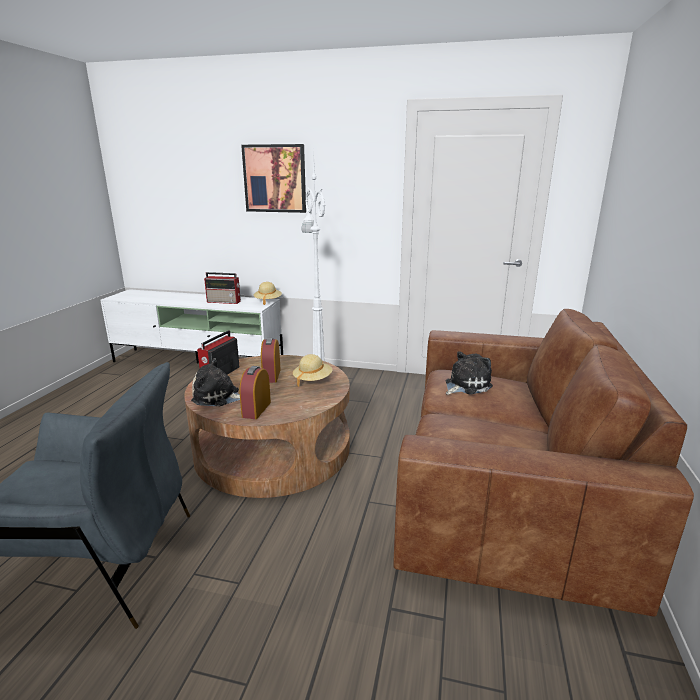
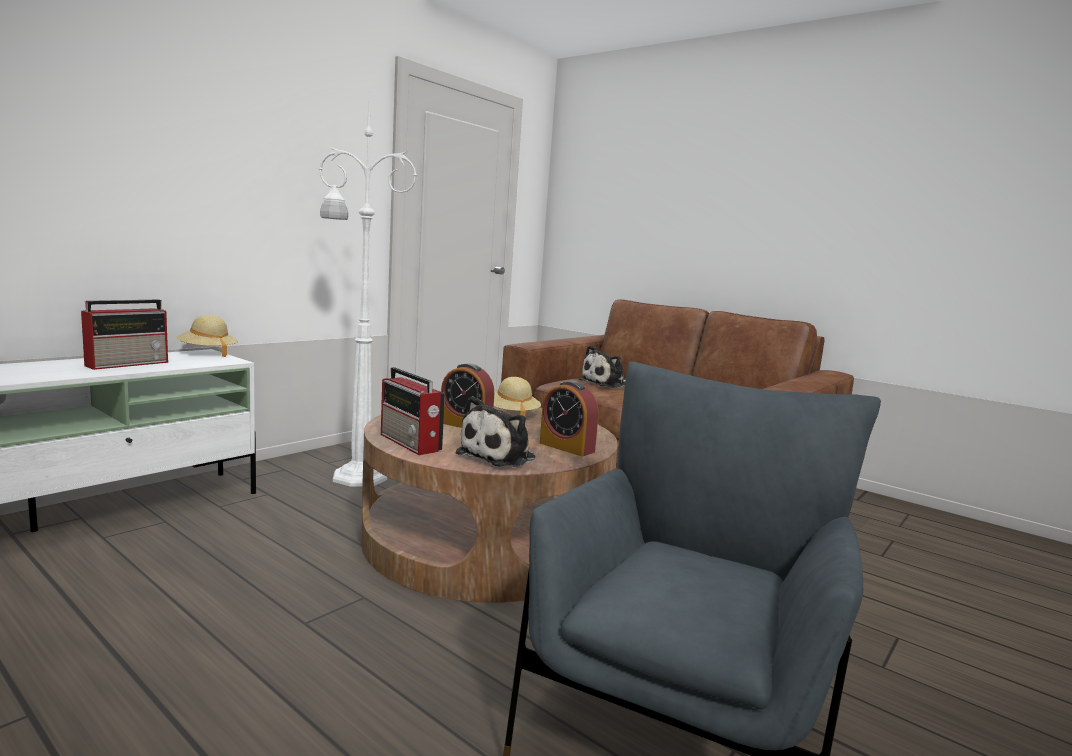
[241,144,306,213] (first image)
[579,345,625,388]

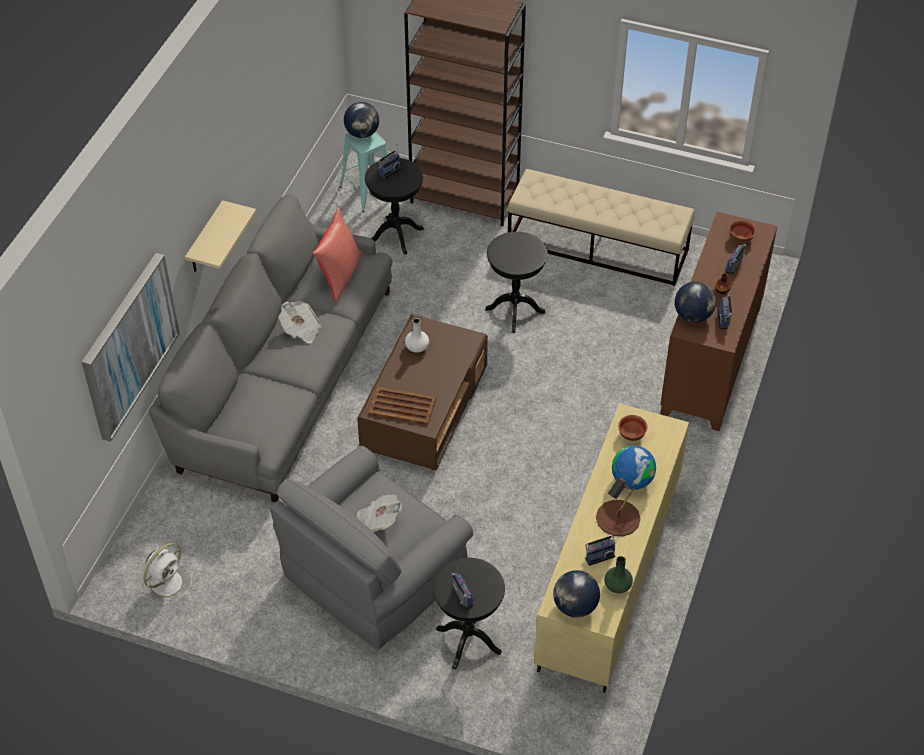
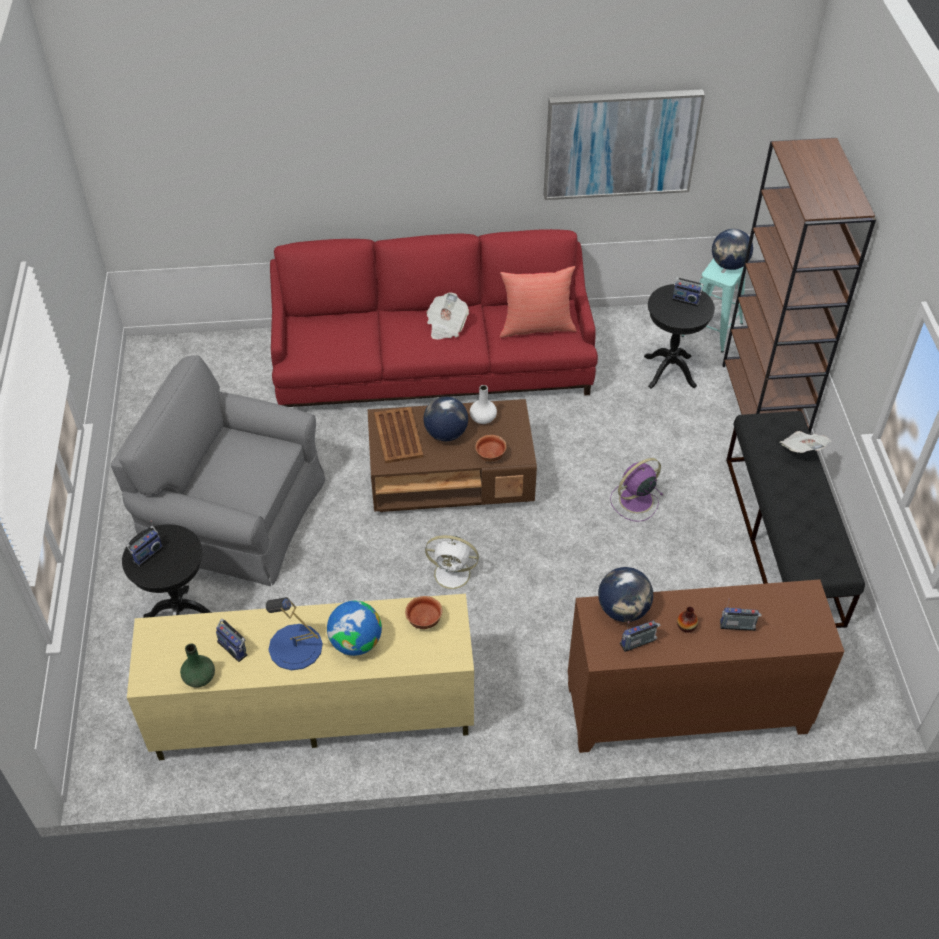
[544,89,705,200]
[425,535,480,595]
[270,229,598,407]
[185,200,256,272] (first image)
[780,431,831,453]
[610,458,663,522]
[726,411,865,628]
[423,396,468,441]
[266,597,323,670]
[475,435,507,462]

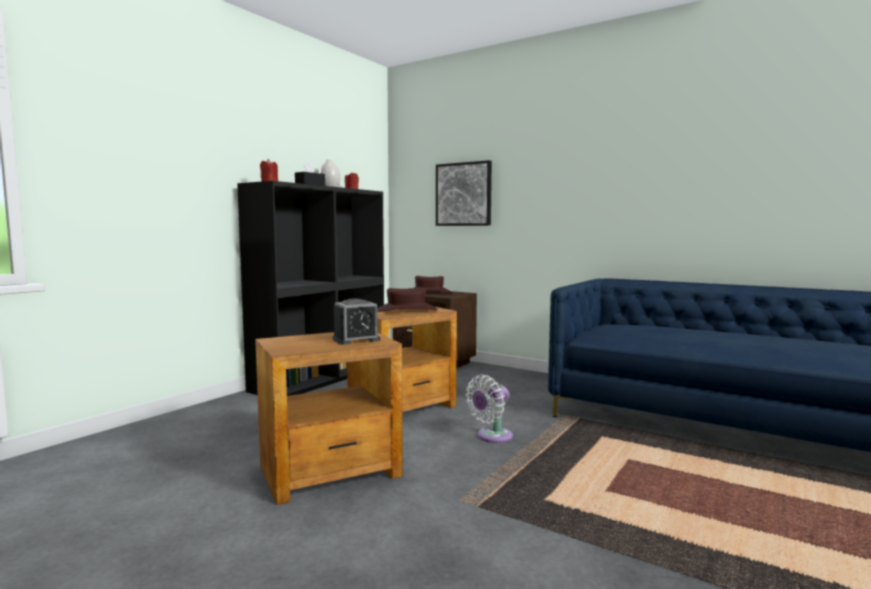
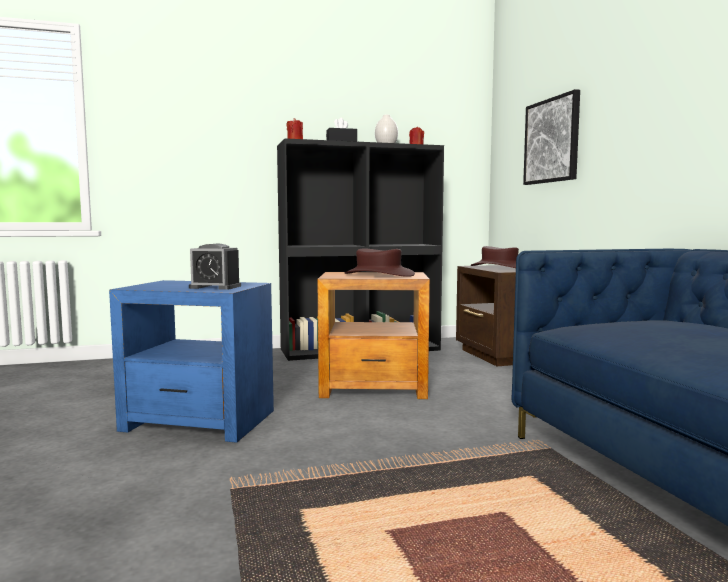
[109,280,274,443]
[466,375,513,443] (first image)

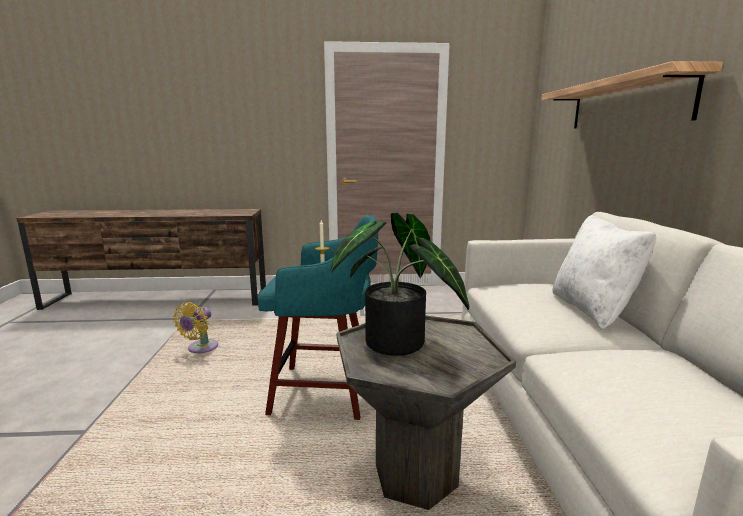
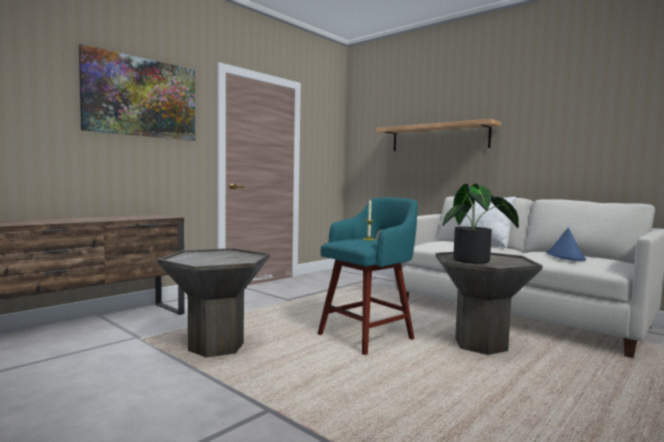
[158,248,270,358]
[79,44,195,141]
[547,227,586,261]

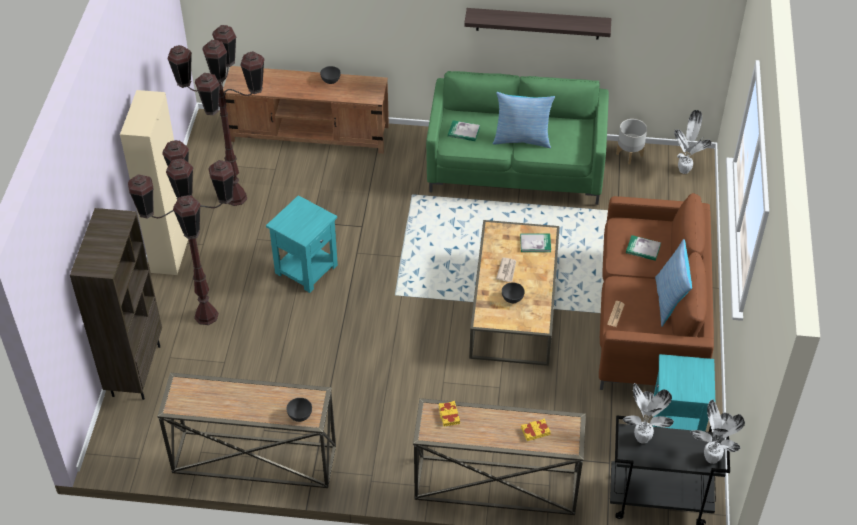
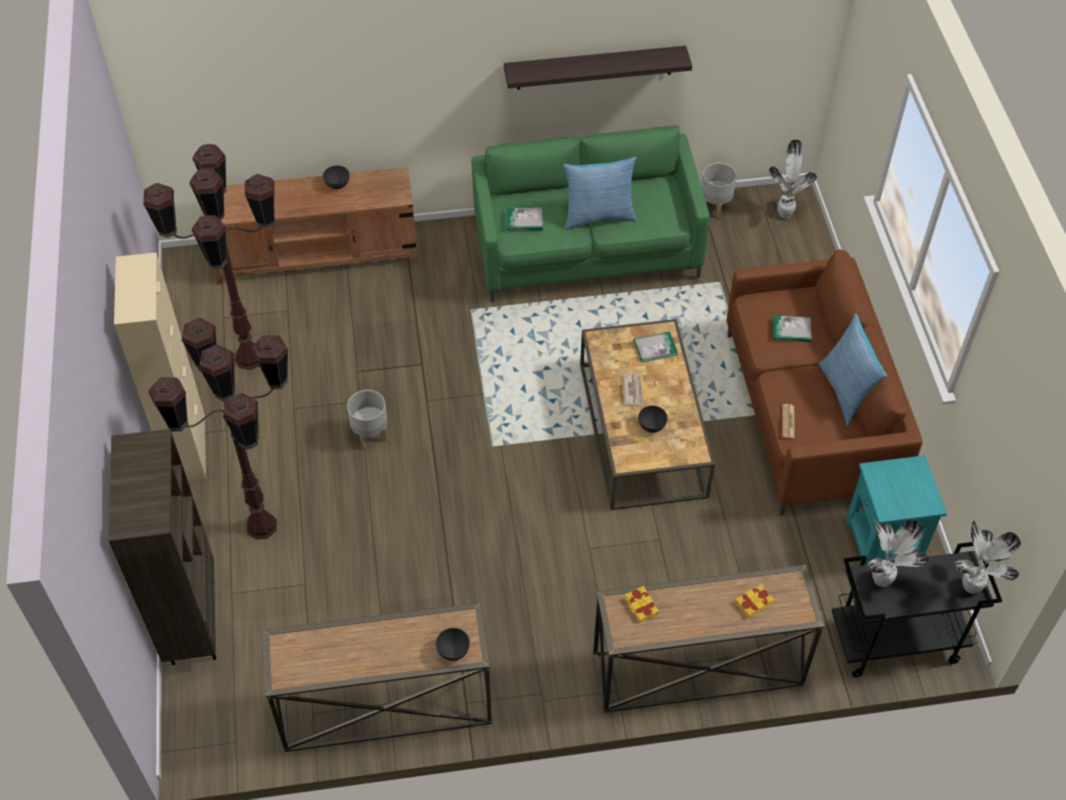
[347,390,388,450]

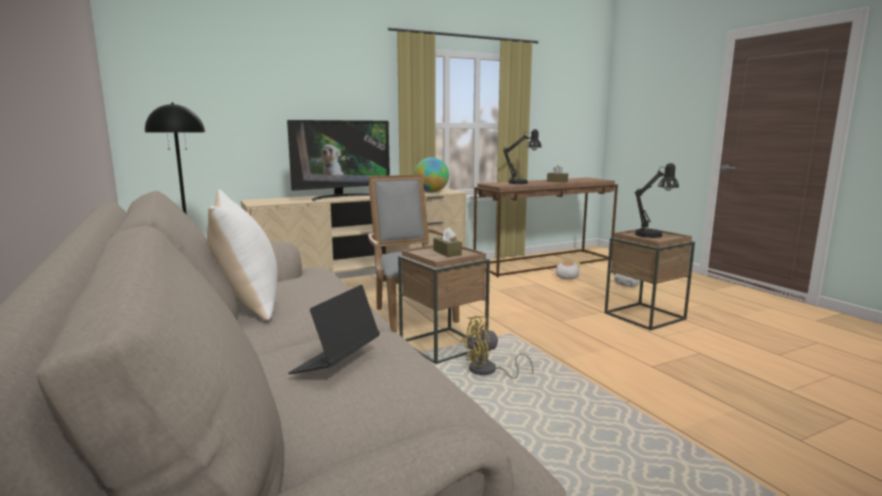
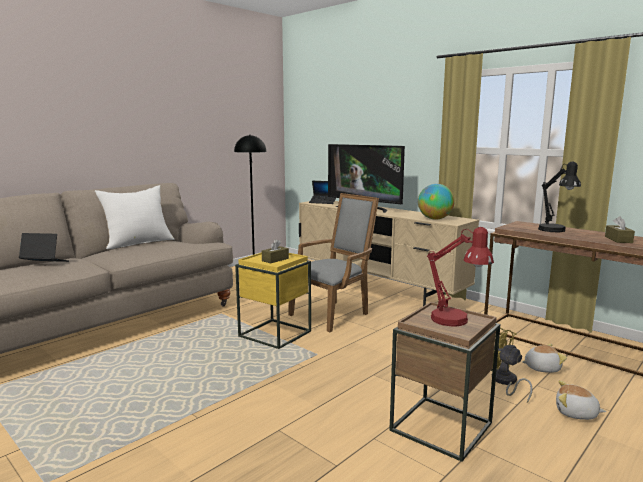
[235,252,311,349]
[492,328,532,403]
[427,227,494,327]
[309,181,336,204]

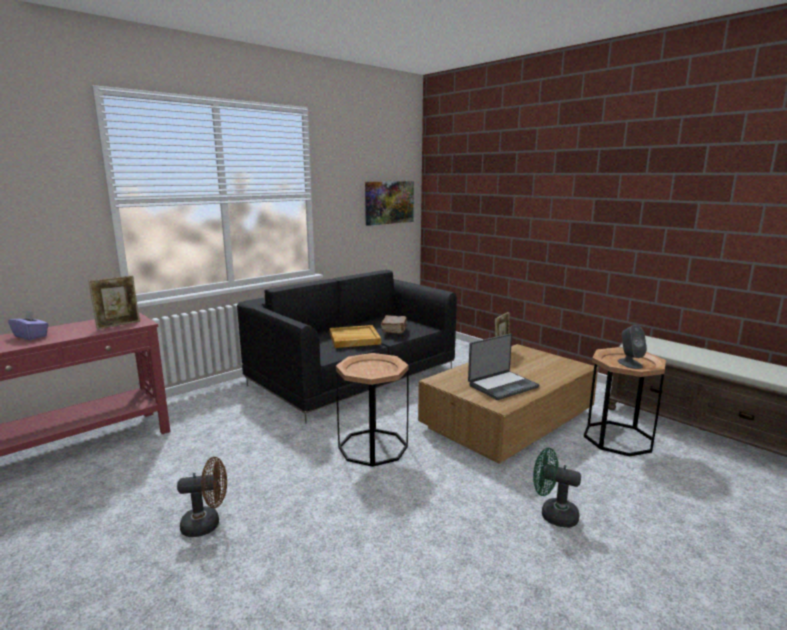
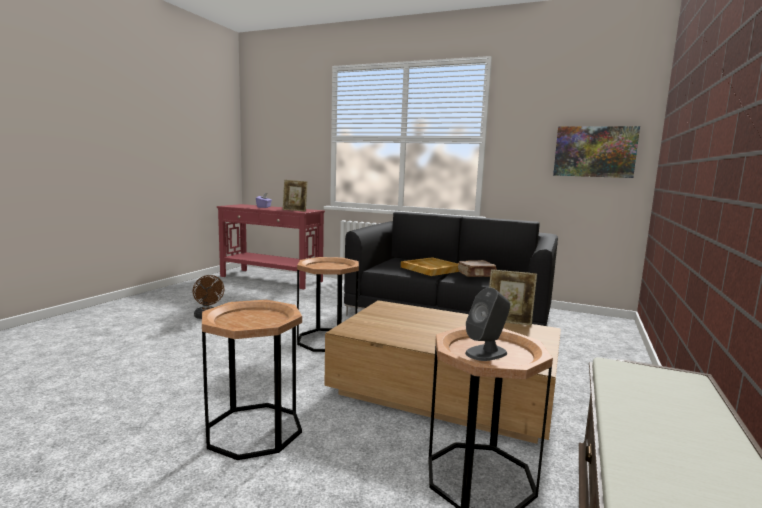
[468,334,539,400] (first image)
[202,300,302,460]

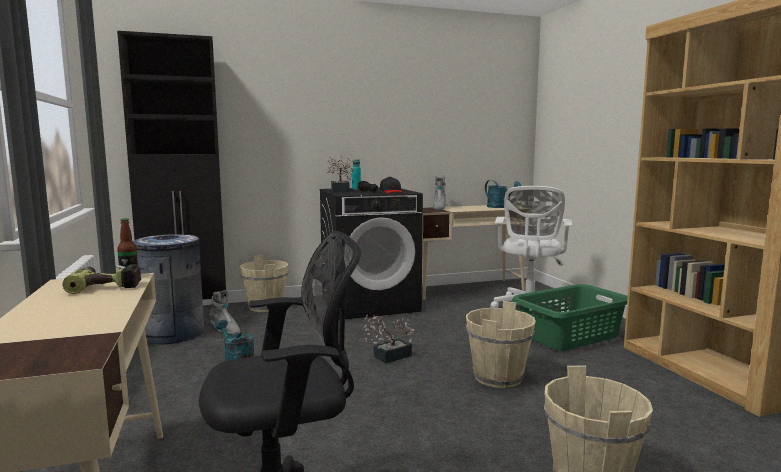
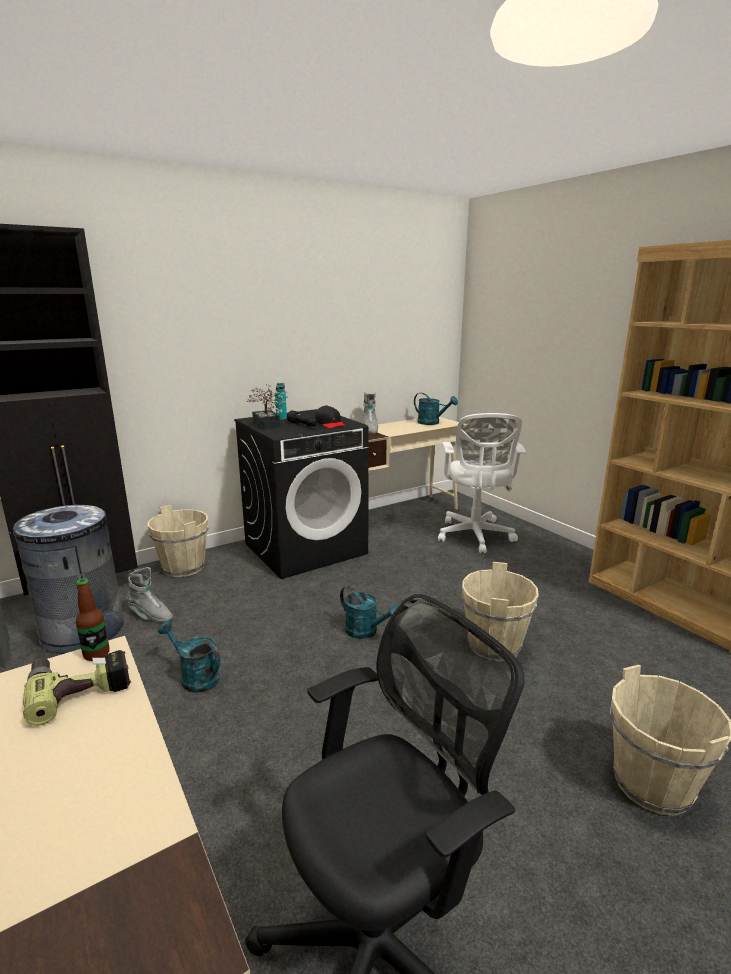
[340,586,399,639]
[512,284,628,351] (first image)

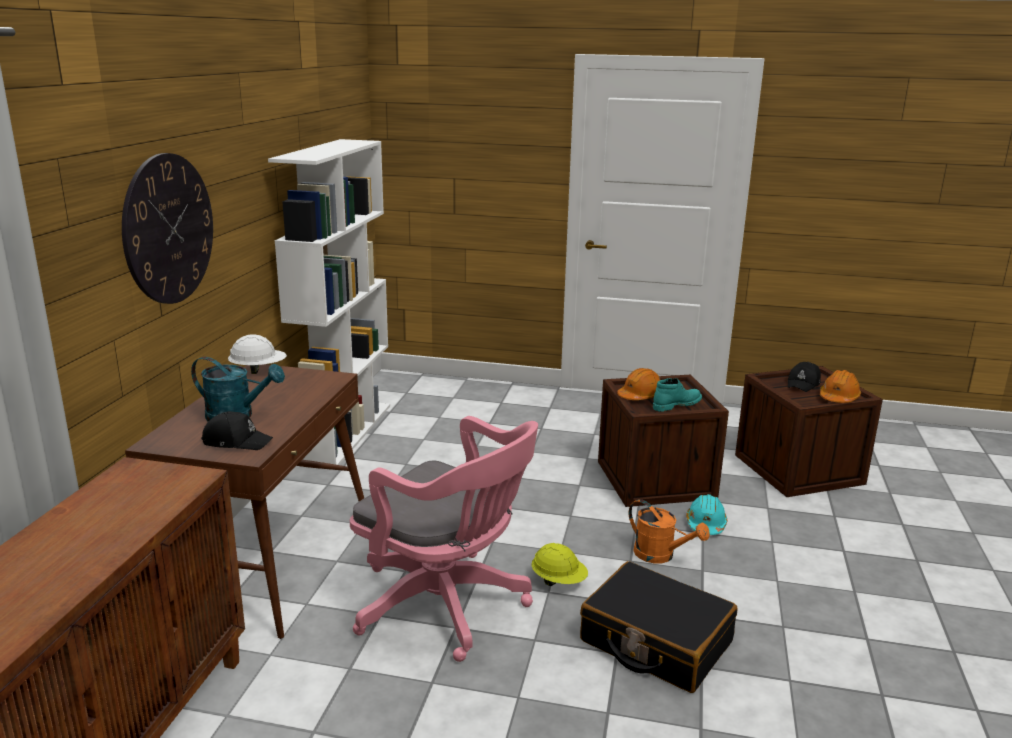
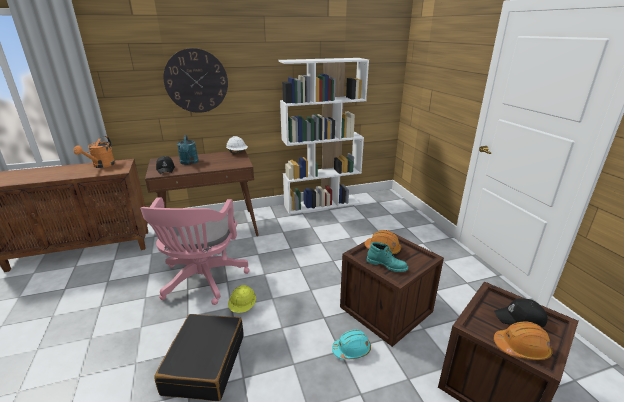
[73,136,115,168]

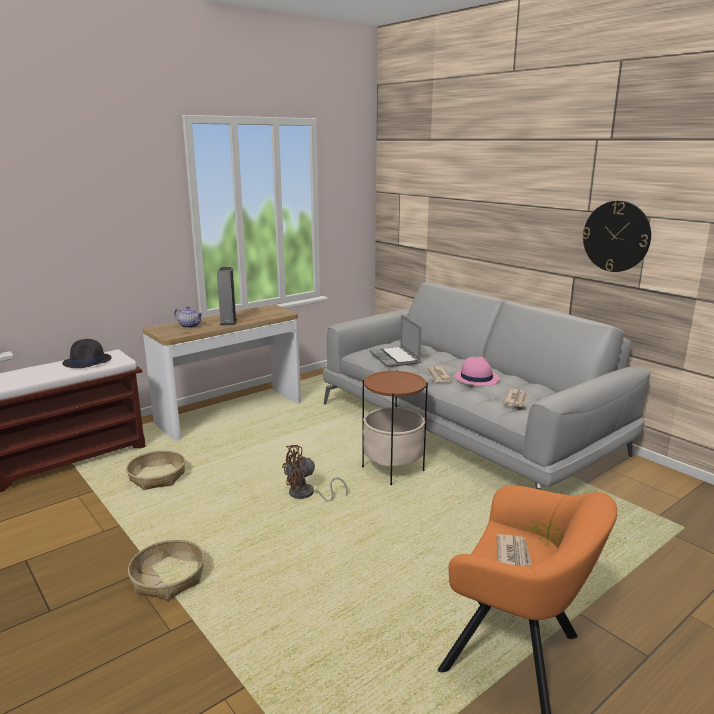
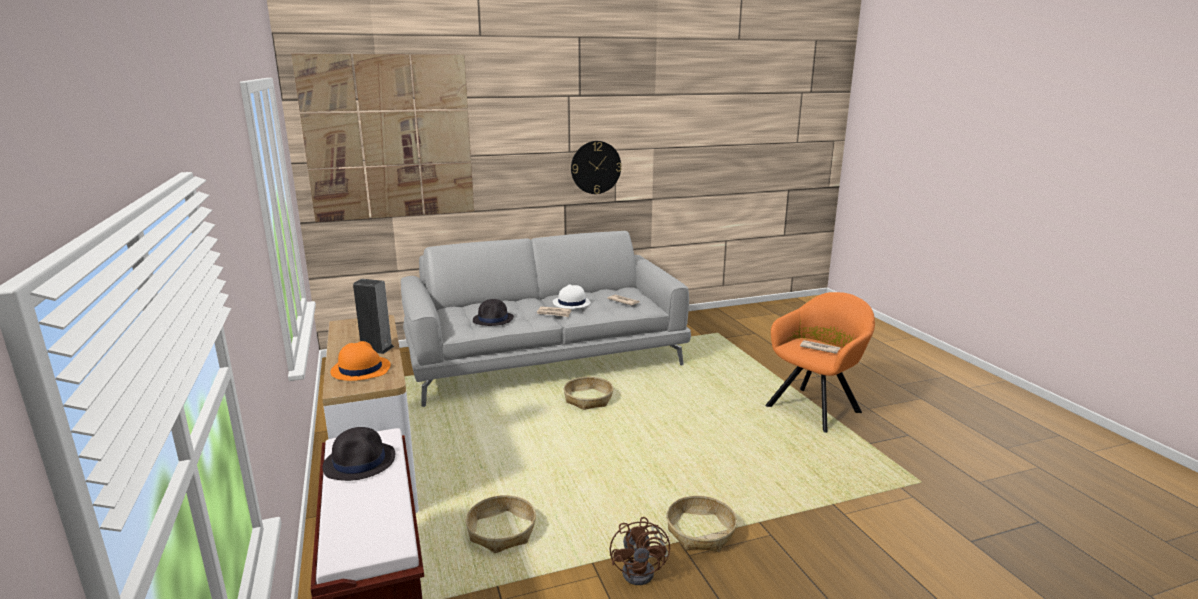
[330,341,391,381]
[610,517,670,585]
[564,377,614,410]
[473,299,514,326]
[553,284,591,309]
[292,54,474,222]

